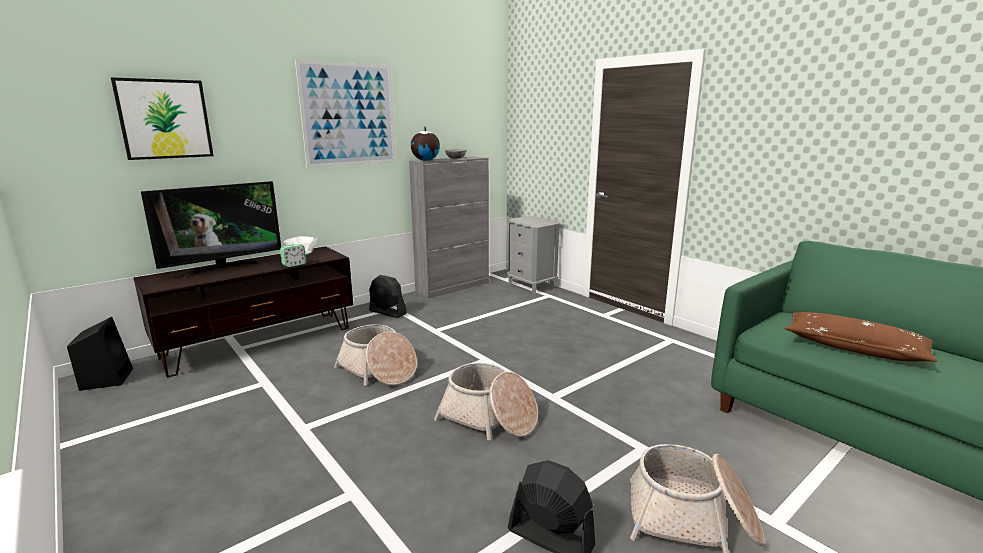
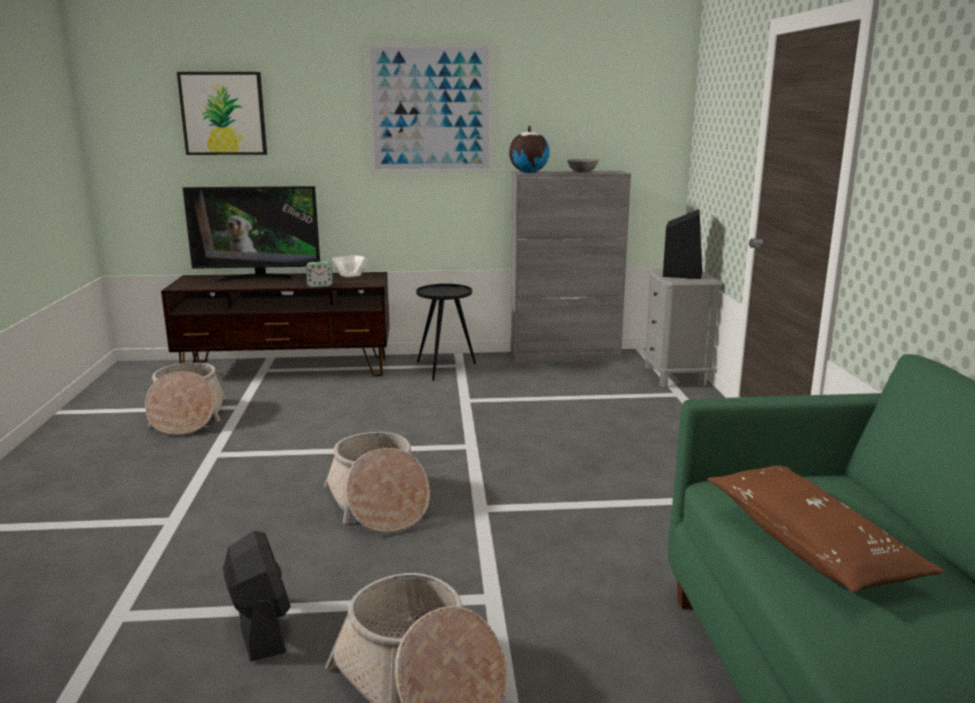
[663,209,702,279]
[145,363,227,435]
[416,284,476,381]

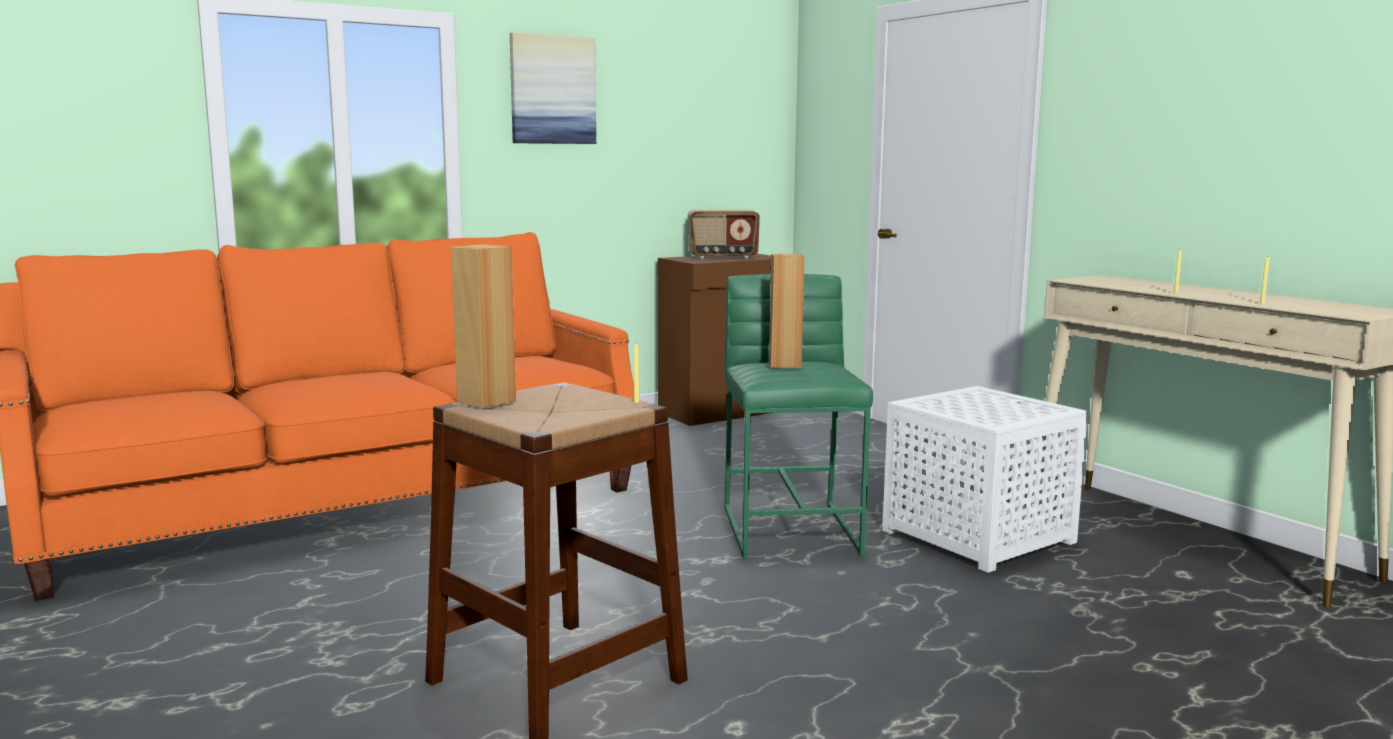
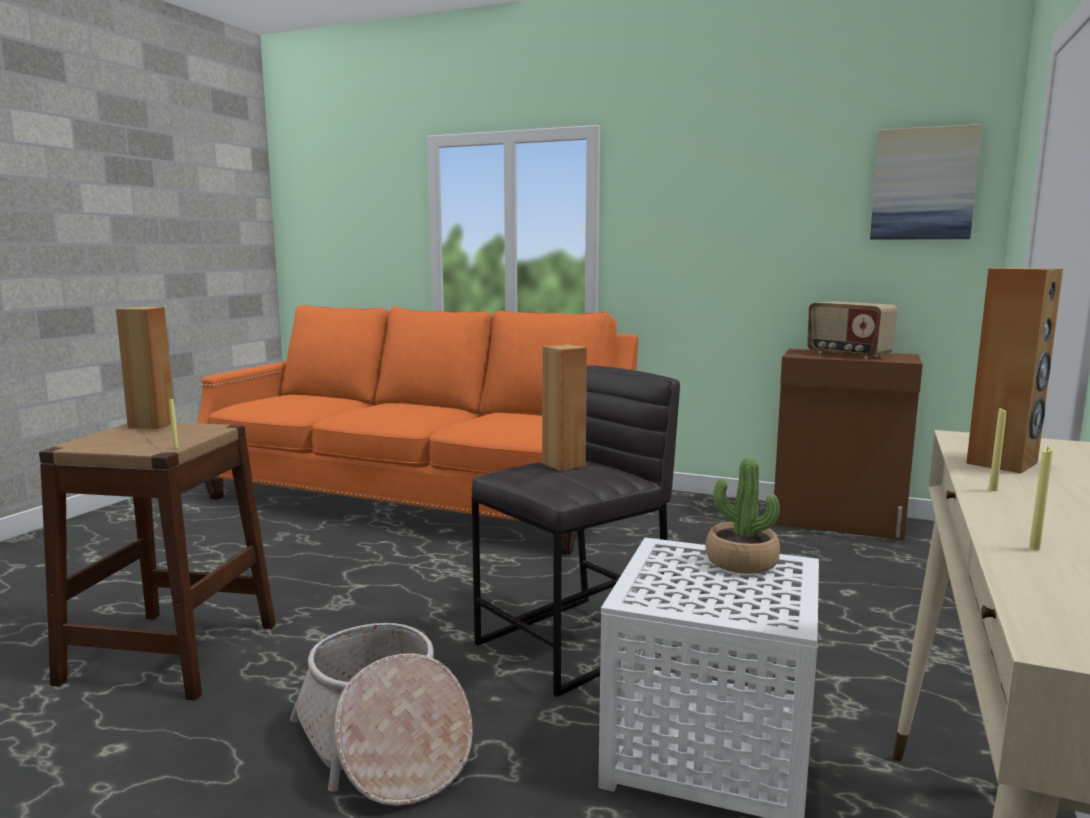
[870,124,983,240]
[472,365,680,697]
[290,623,473,806]
[705,457,780,574]
[966,268,1063,473]

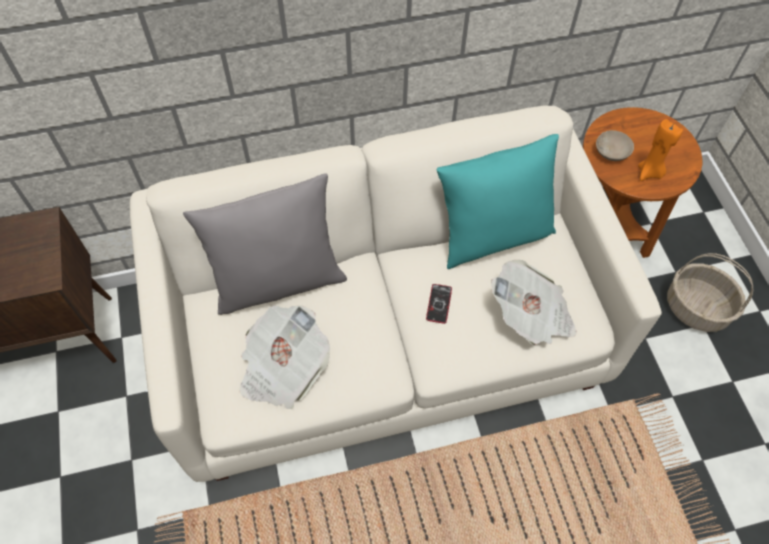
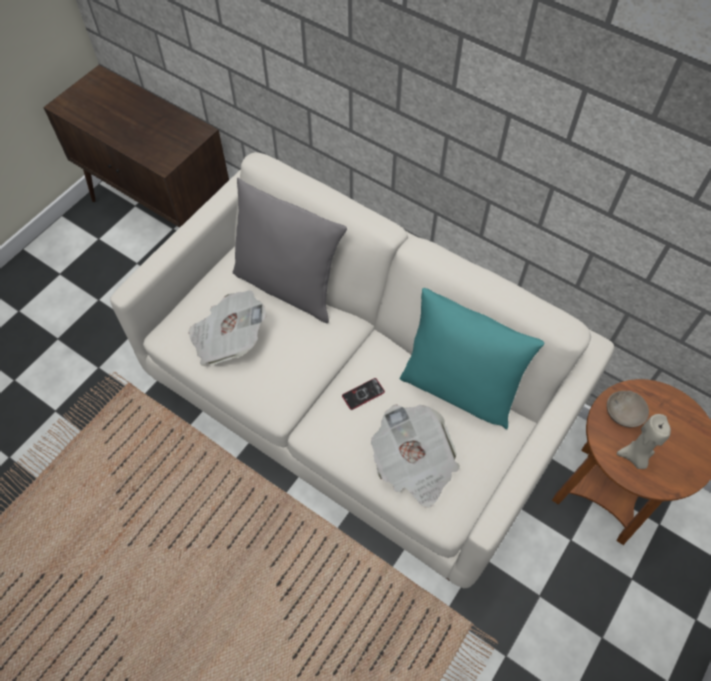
[617,414,671,469]
[667,253,754,332] (first image)

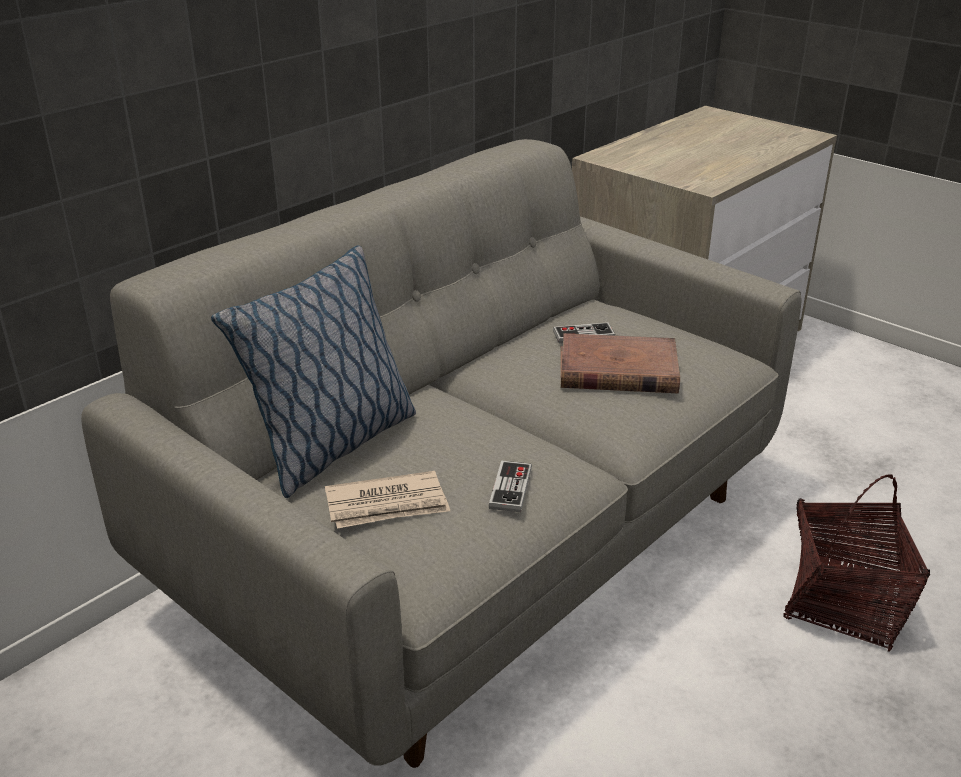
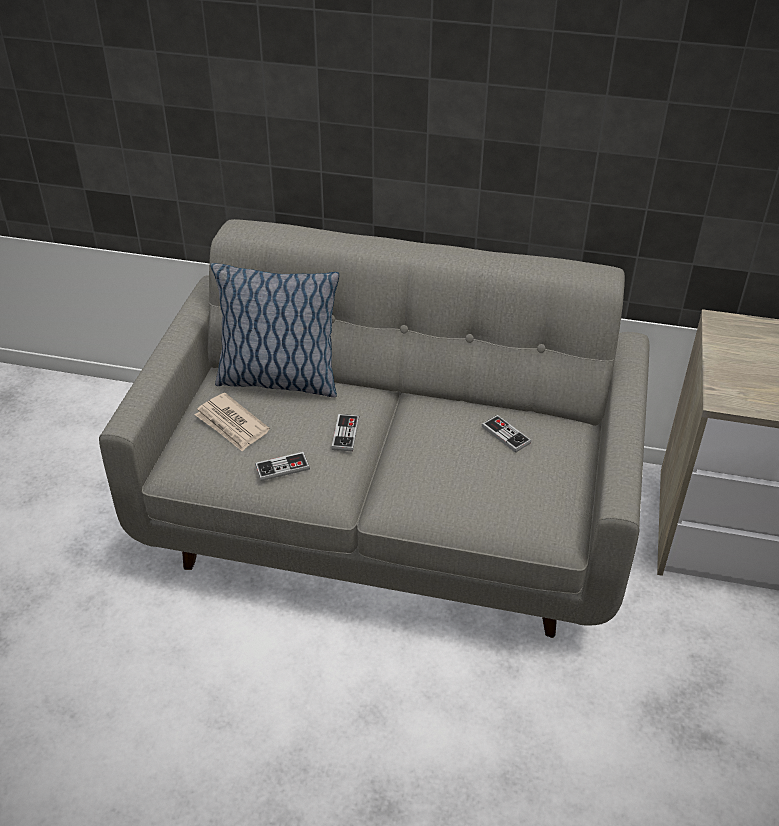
[560,333,680,393] (first image)
[784,474,930,652] (first image)
[331,414,359,451]

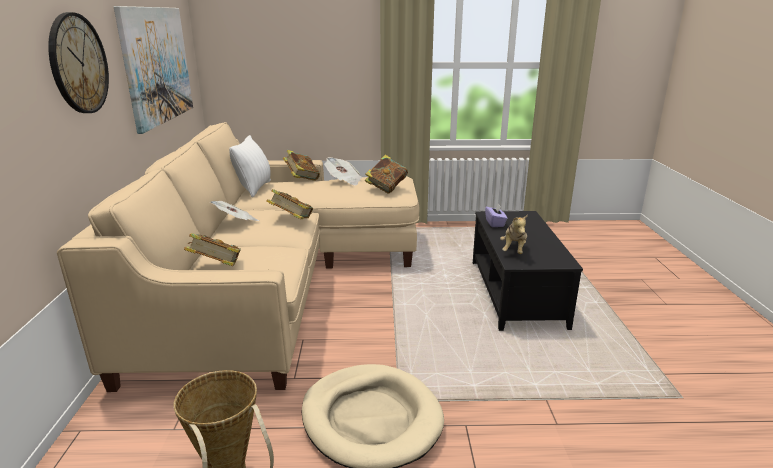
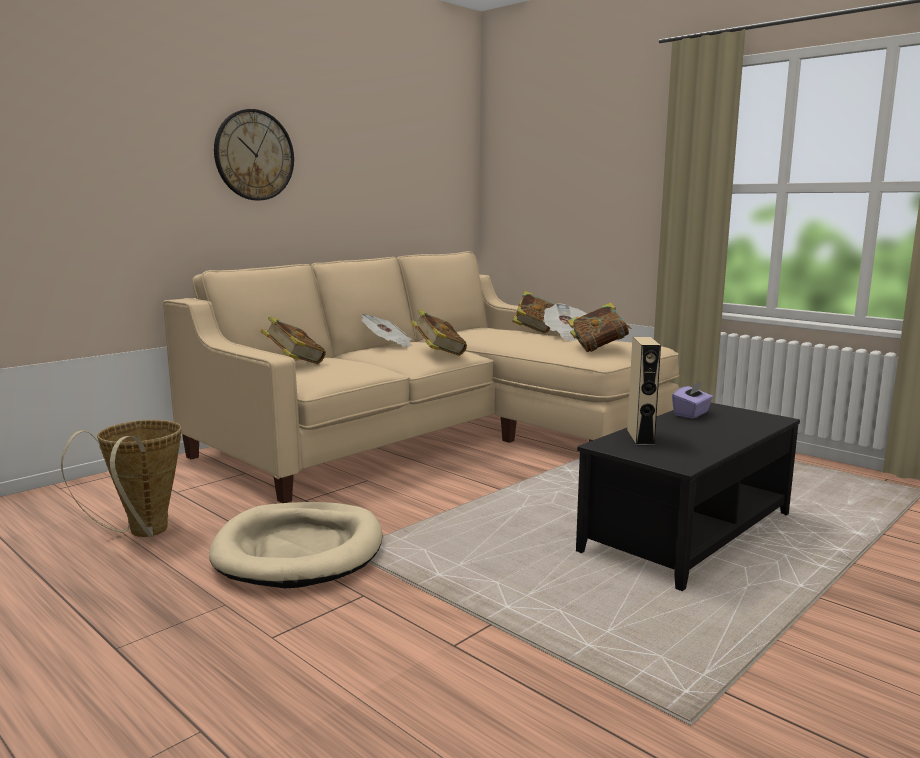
[114,6,193,134] (first image)
[229,135,271,198] (first image)
[627,337,661,445]

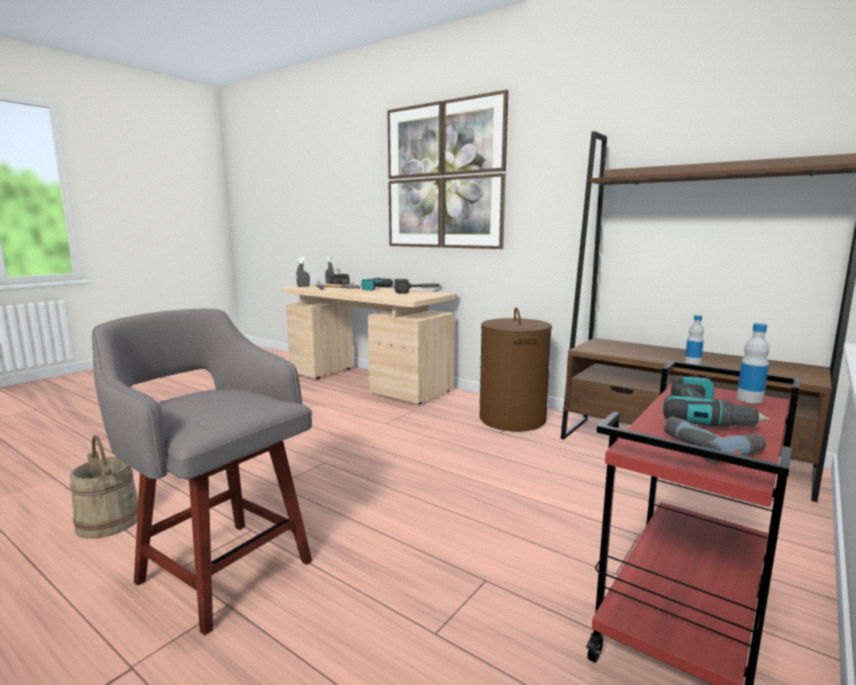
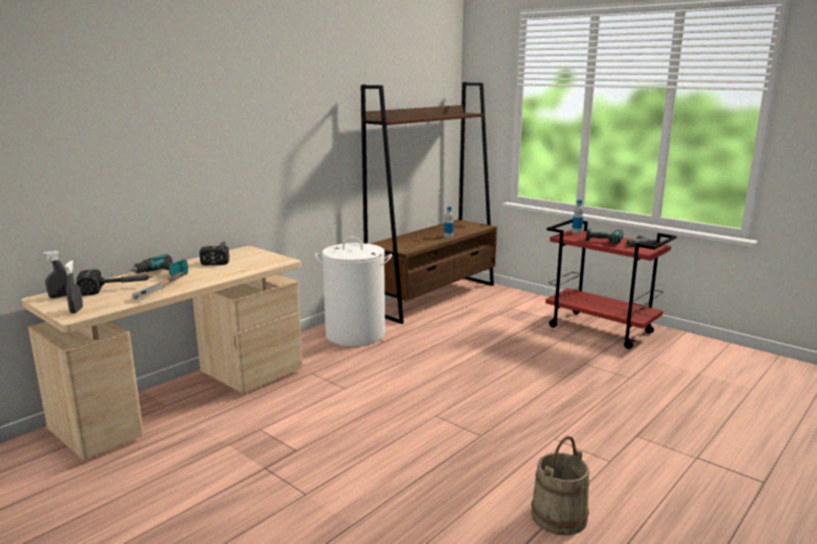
[92,309,312,635] (first image)
[387,90,508,249] (first image)
[315,237,392,346]

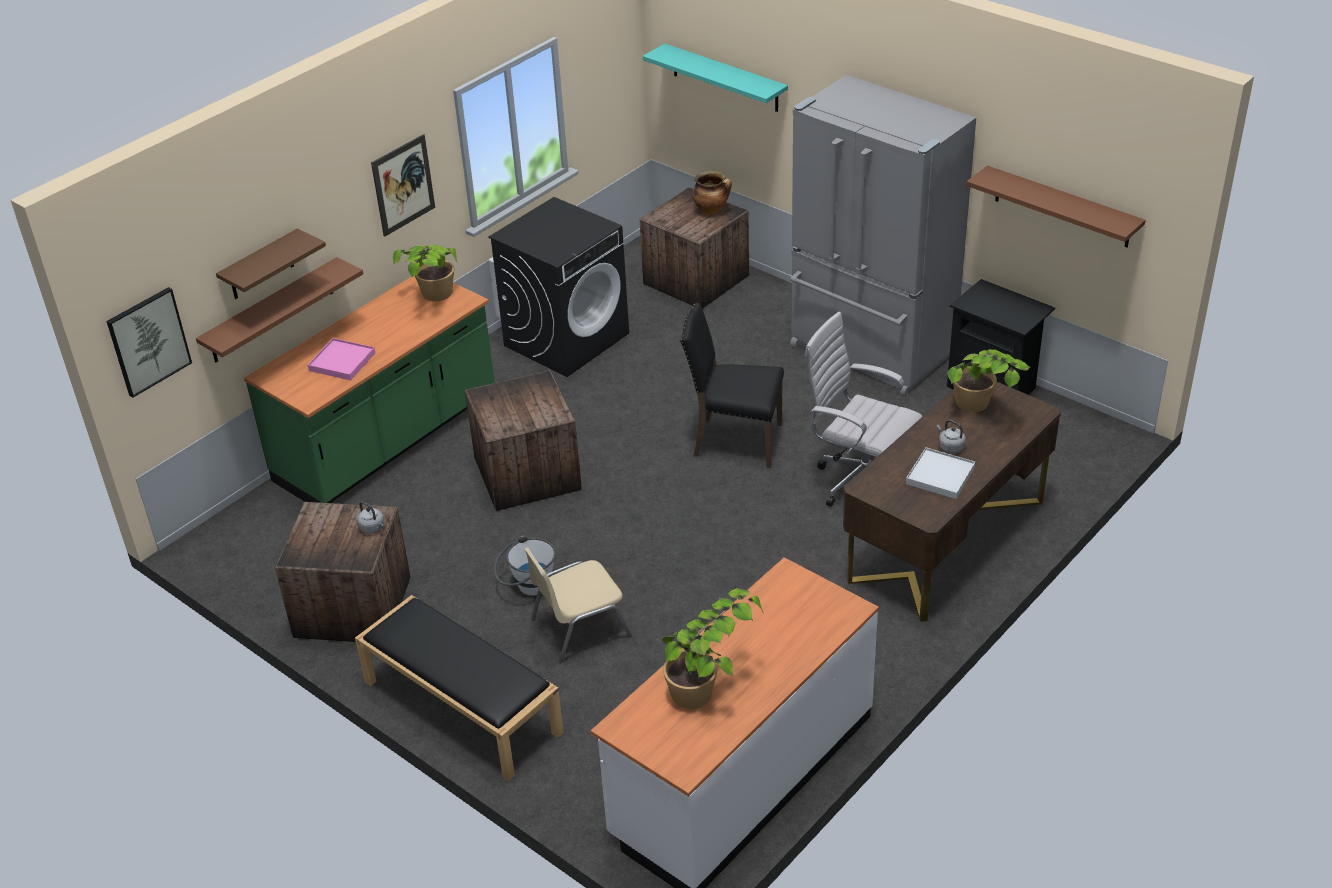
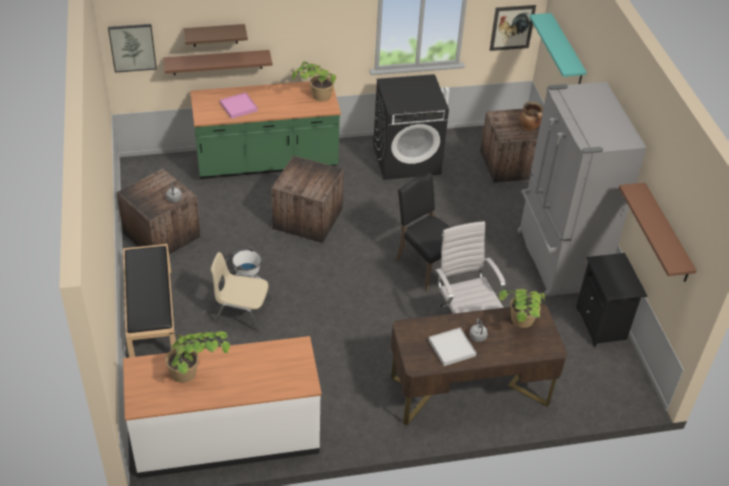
[490,5,536,51]

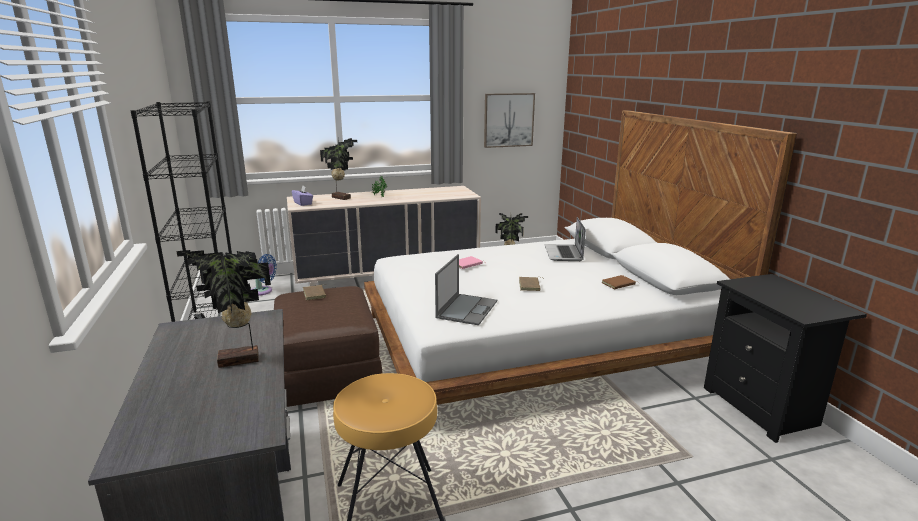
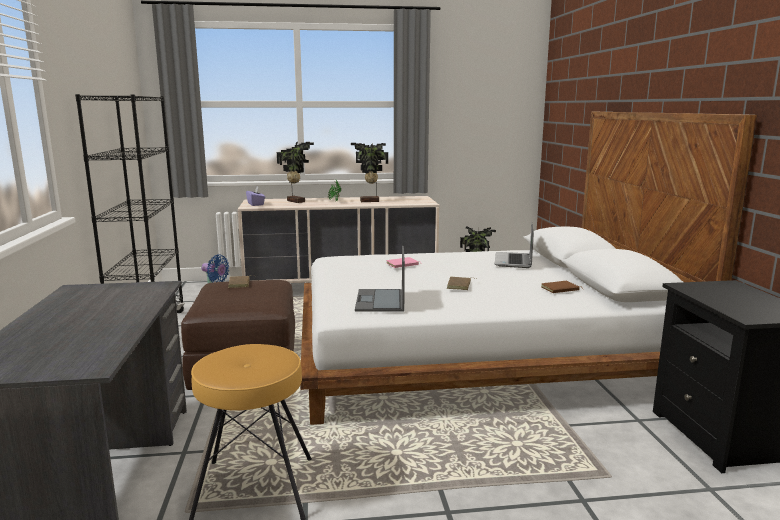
[351,143,388,202]
[355,246,405,312]
[484,93,535,148] (first image)

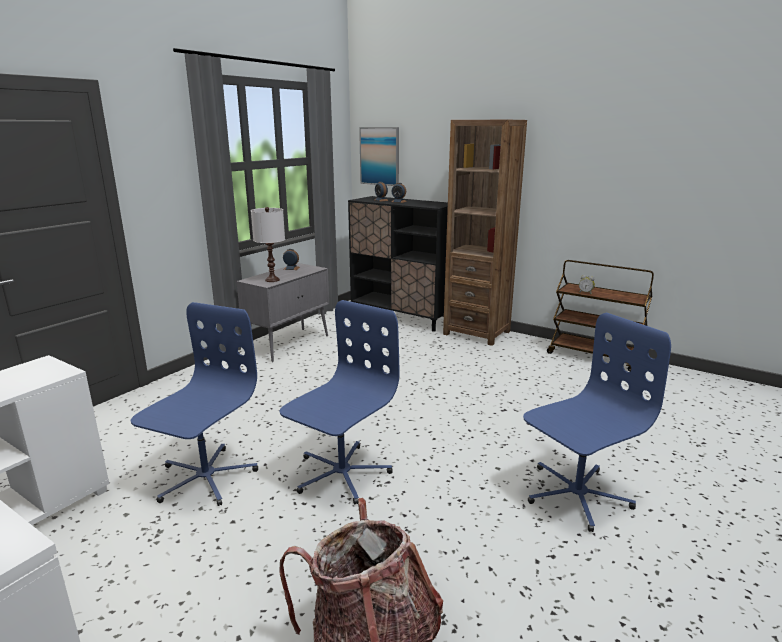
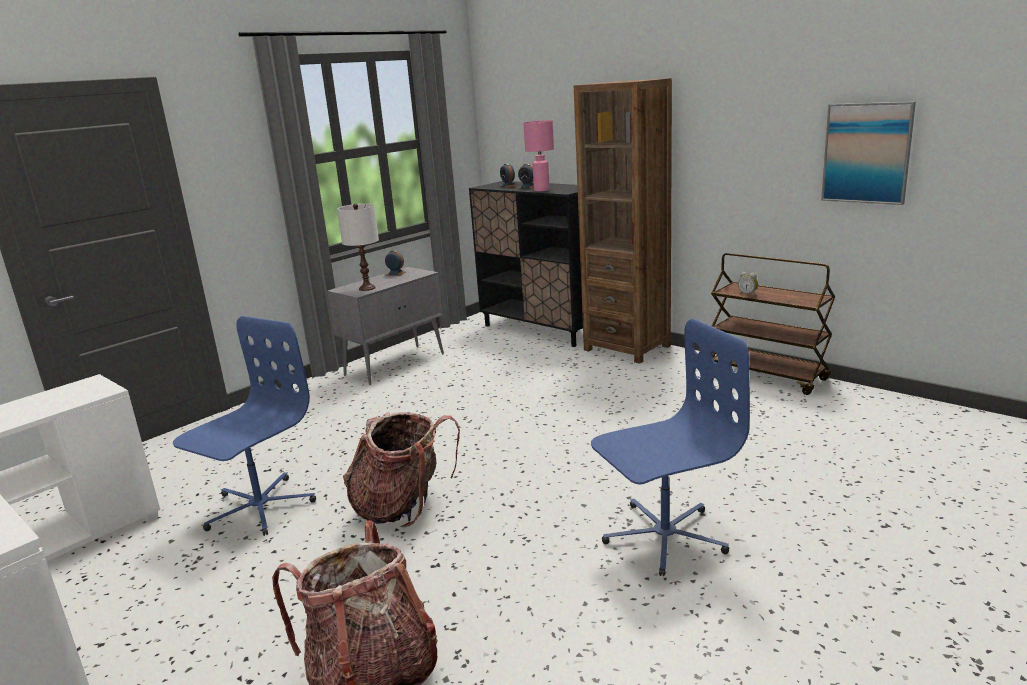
[343,412,460,527]
[821,102,916,205]
[523,120,554,191]

